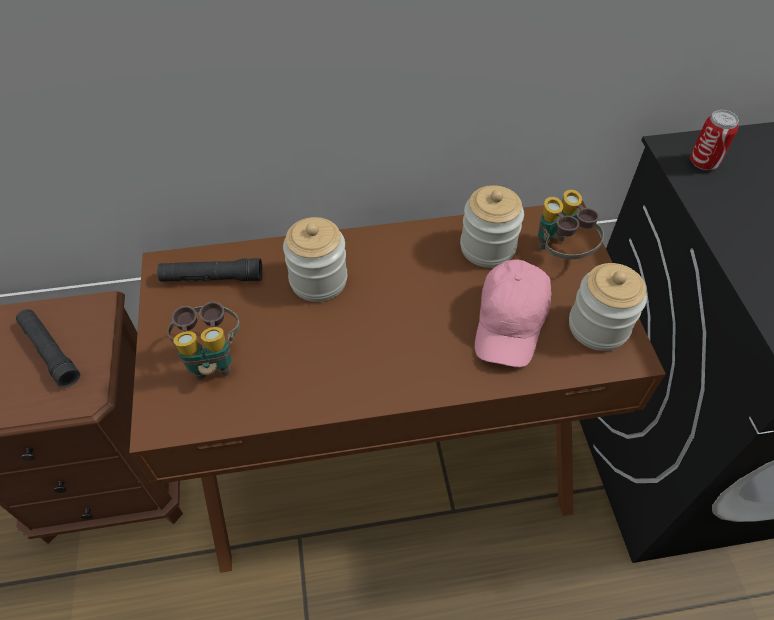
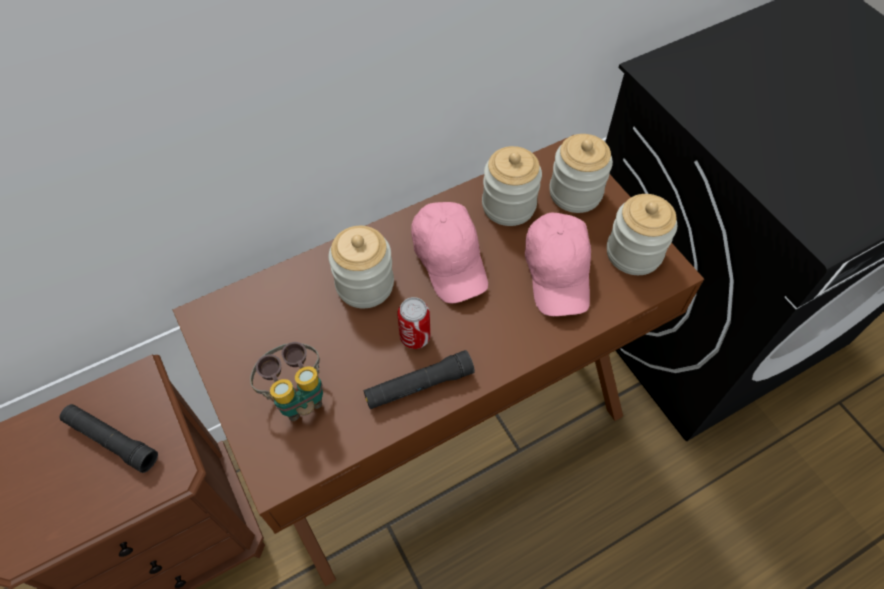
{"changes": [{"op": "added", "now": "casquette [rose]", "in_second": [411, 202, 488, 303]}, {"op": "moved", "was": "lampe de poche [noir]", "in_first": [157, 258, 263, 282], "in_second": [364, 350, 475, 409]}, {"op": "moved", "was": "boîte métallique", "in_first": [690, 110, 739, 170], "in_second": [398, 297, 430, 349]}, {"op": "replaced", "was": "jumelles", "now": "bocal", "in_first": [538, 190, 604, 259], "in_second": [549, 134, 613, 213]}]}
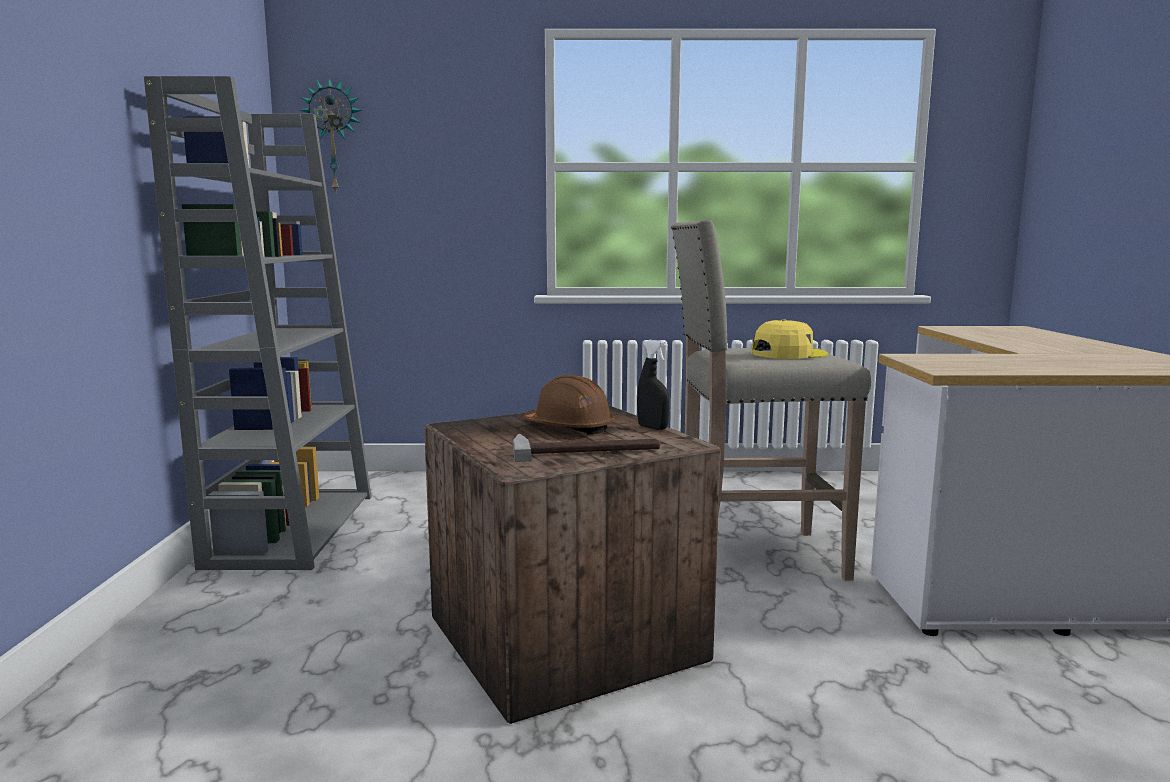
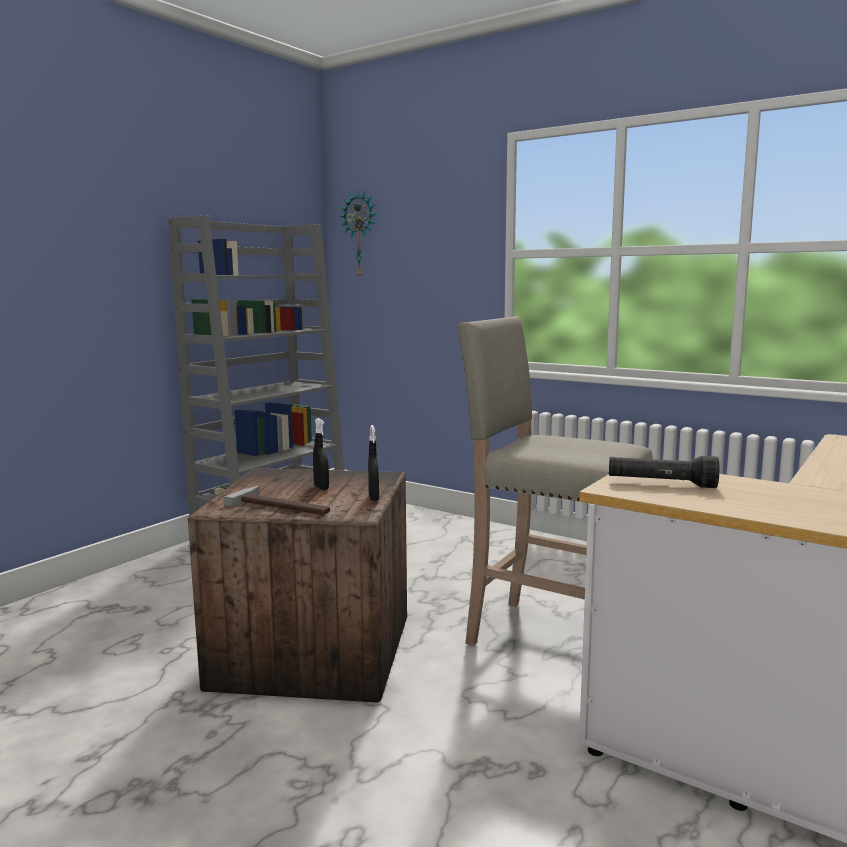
{"changes": [{"op": "removed", "was": "casquette [jaune]", "in_first": [751, 319, 828, 359]}, {"op": "added", "now": "lampe de poche [noir]", "in_second": [609, 456, 719, 488]}, {"op": "replaced", "was": "casque de chantier [marron]", "now": "vaporisateur [noir]", "in_first": [523, 375, 615, 435], "in_second": [313, 418, 329, 490]}]}
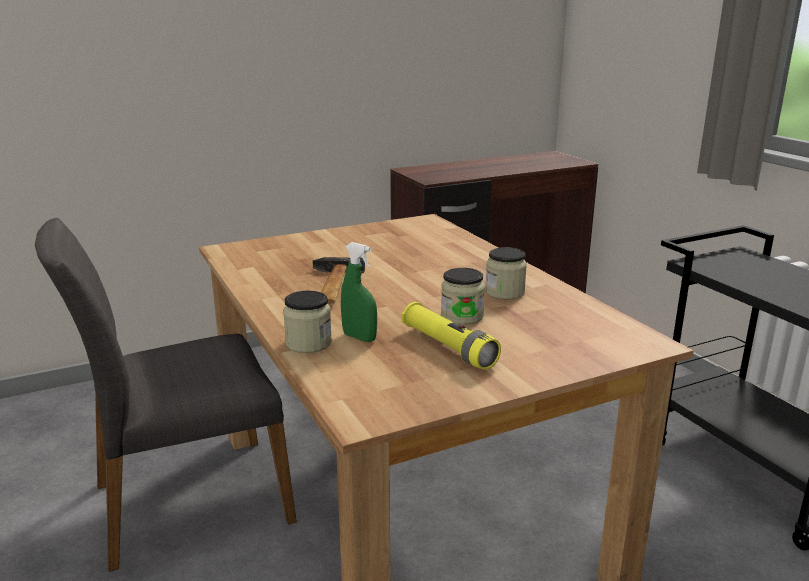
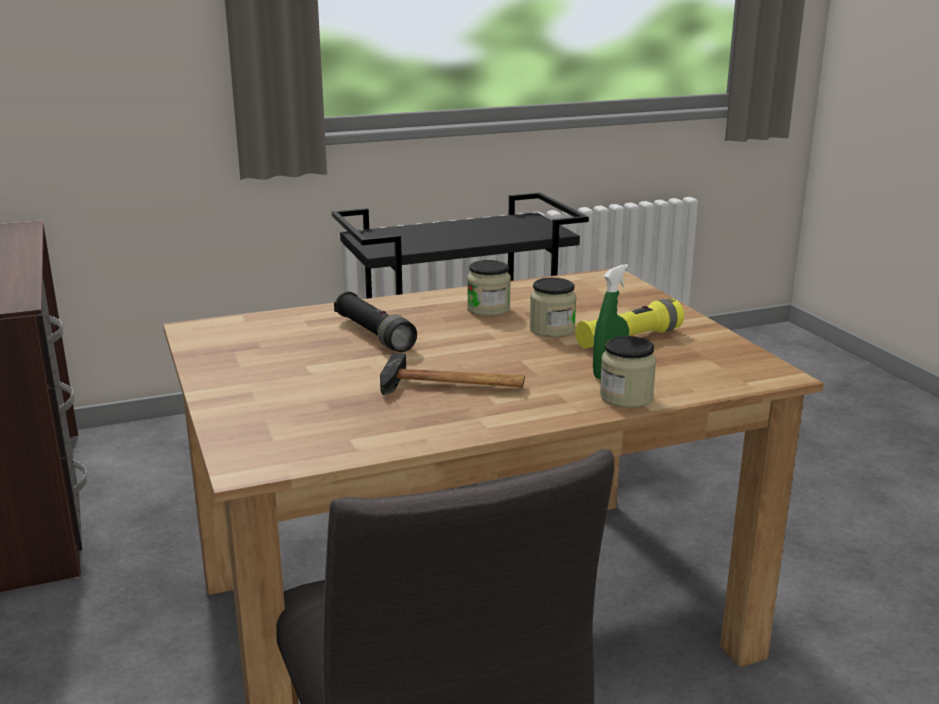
{"changes": [{"op": "added", "now": "lampe de poche [noir]", "in_second": [334, 291, 417, 352]}]}
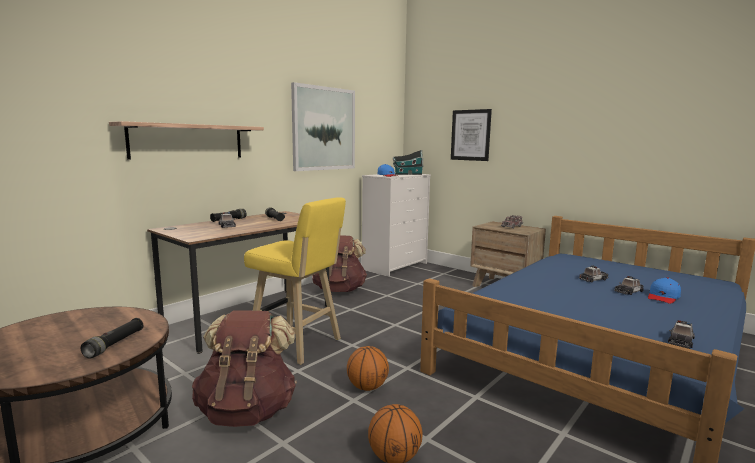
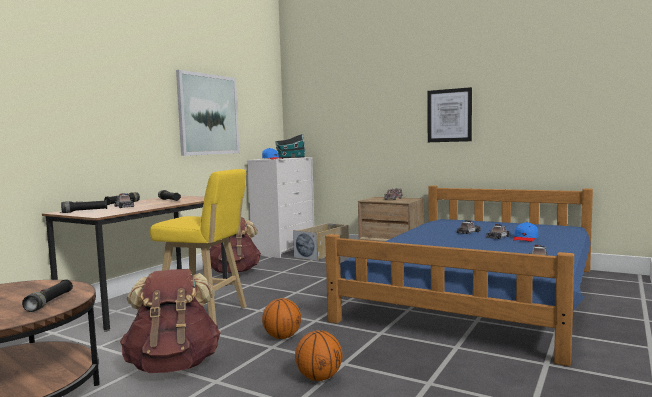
{"changes": [{"op": "removed", "was": "étagère", "in_first": [109, 121, 264, 160]}, {"op": "added", "now": "lampe de poche [noir]", "in_second": [61, 200, 107, 213]}, {"op": "added", "now": "boîte de rangement [beige]", "in_second": [293, 223, 349, 261]}, {"op": "moved", "was": "tableau", "in_first": [451, 109, 492, 161], "in_second": [427, 87, 472, 142]}]}
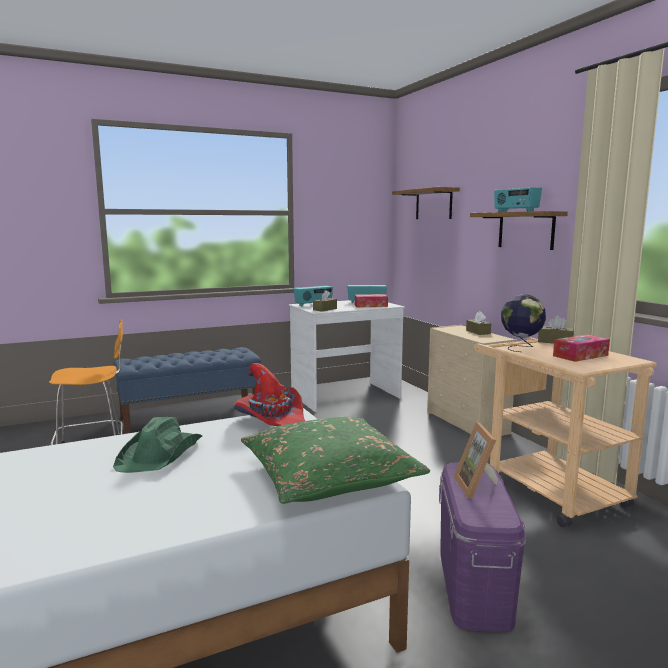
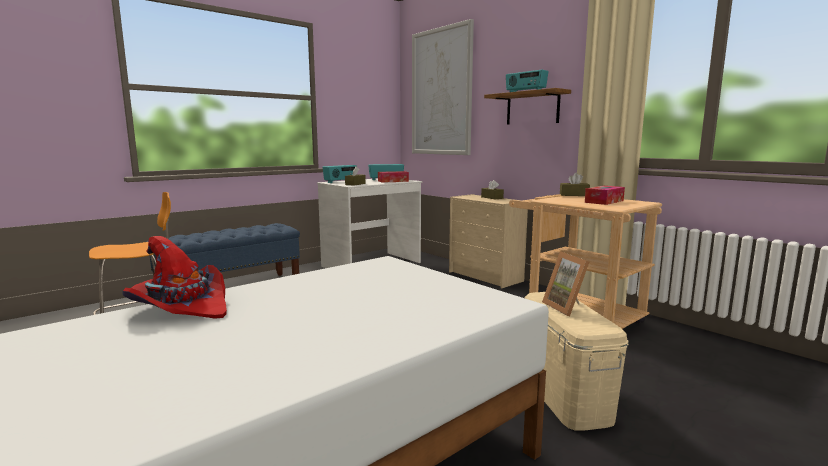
{"changes": [{"op": "removed", "was": "chapeau [vert]", "in_first": [113, 417, 202, 473]}, {"op": "removed", "was": "coussin [vert]", "in_first": [241, 417, 430, 504]}, {"op": "removed", "was": "globe", "in_first": [501, 294, 546, 352]}, {"op": "moved", "was": "chapeau [rouge]", "in_first": [233, 363, 305, 426], "in_second": [122, 236, 227, 319]}, {"op": "replaced", "was": "étagère", "now": "tableau", "in_first": [392, 187, 460, 219], "in_second": [412, 19, 474, 155]}, {"op": "recoloured", "was": "boîte de rangement [violet]", "now": "boîte de rangement [beige]", "in_first": [439, 462, 526, 632], "in_second": [525, 292, 629, 431]}]}
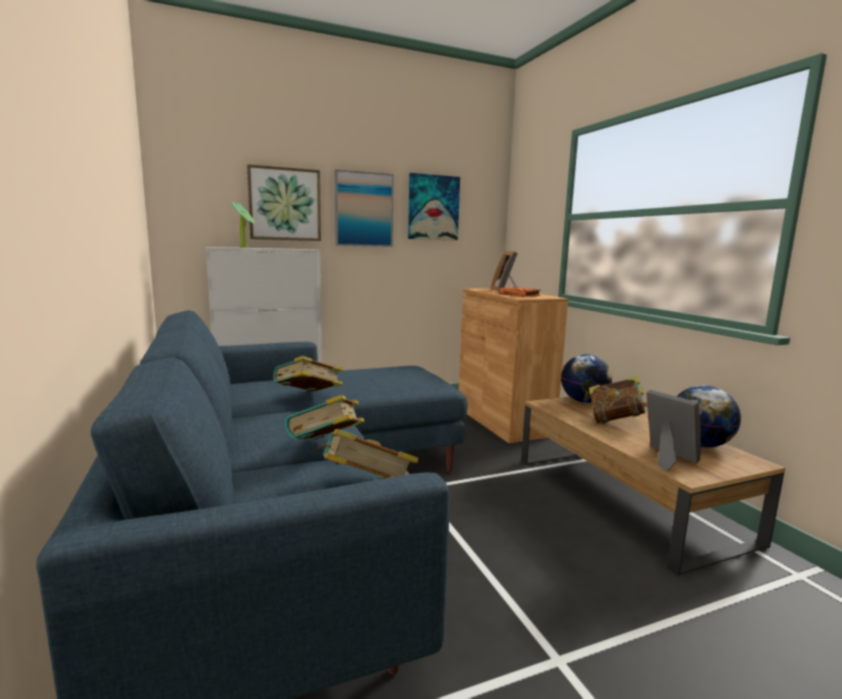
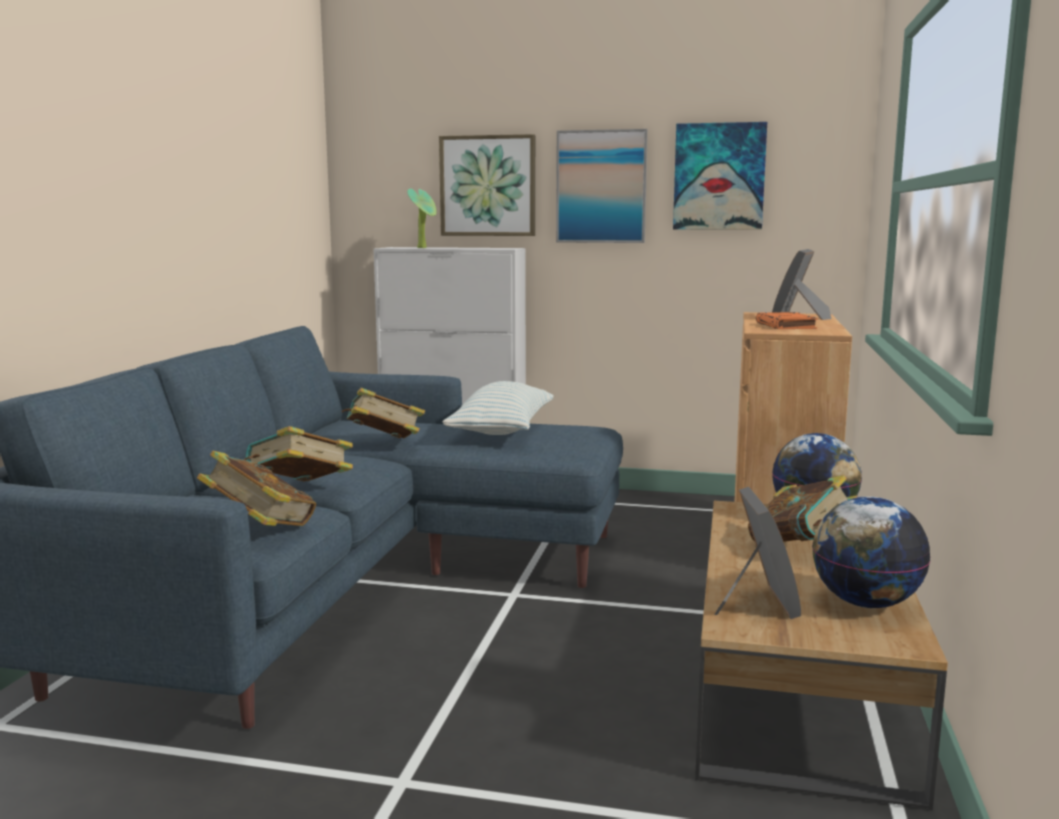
{"changes": [{"op": "added", "now": "coussin", "in_second": [443, 381, 554, 435]}]}
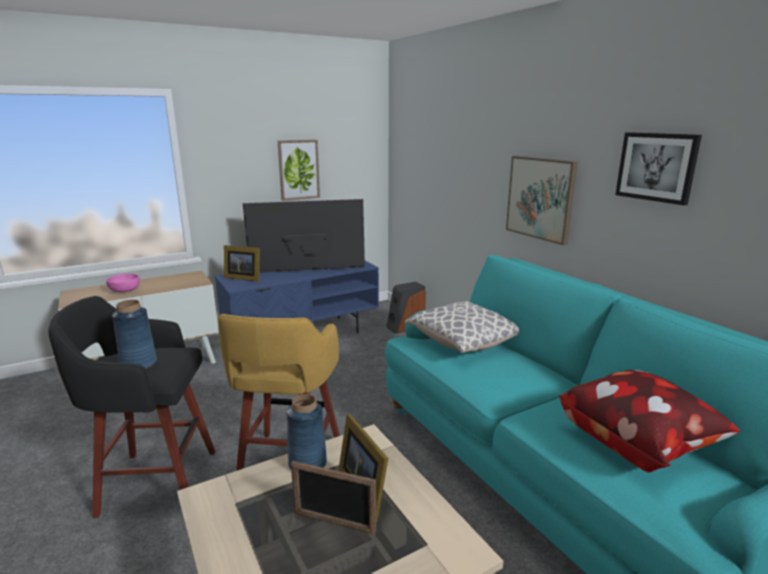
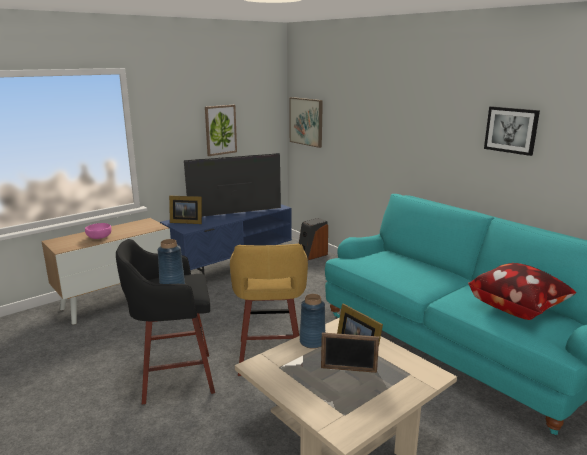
{"changes": [{"op": "removed", "was": "coussin", "in_first": [405, 301, 519, 353]}, {"op": "moved", "was": "tableau", "in_first": [506, 156, 578, 245], "in_second": [290, 97, 323, 148]}]}
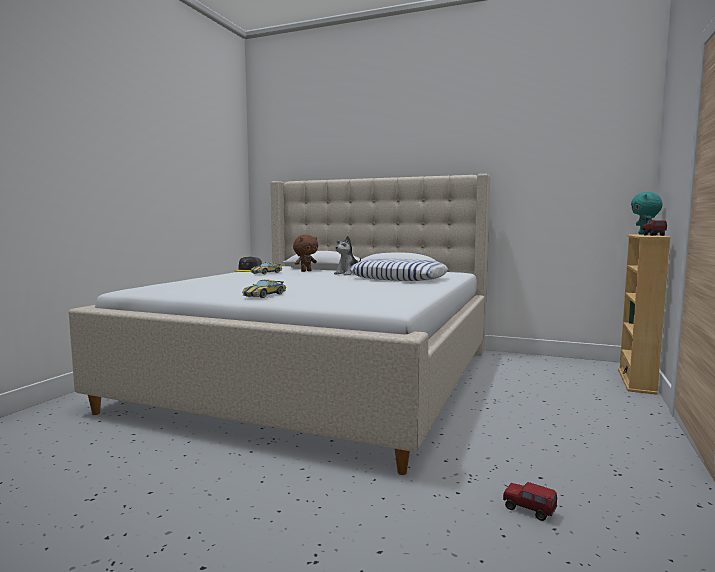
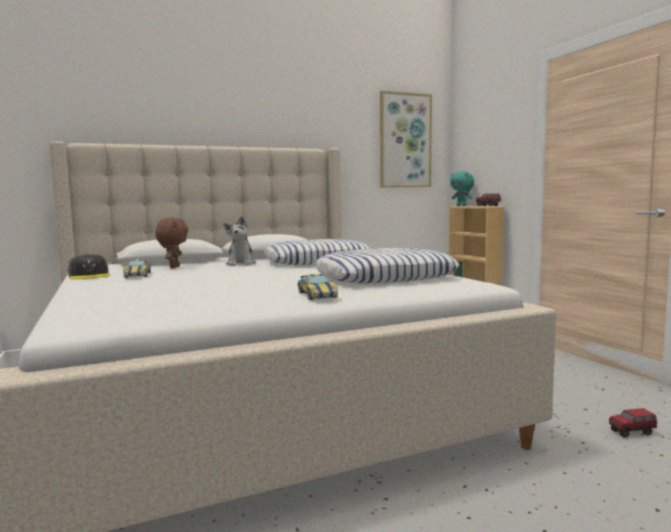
{"changes": [{"op": "added", "now": "coussin", "in_second": [315, 248, 459, 284]}, {"op": "added", "now": "tableau", "in_second": [380, 91, 432, 188]}]}
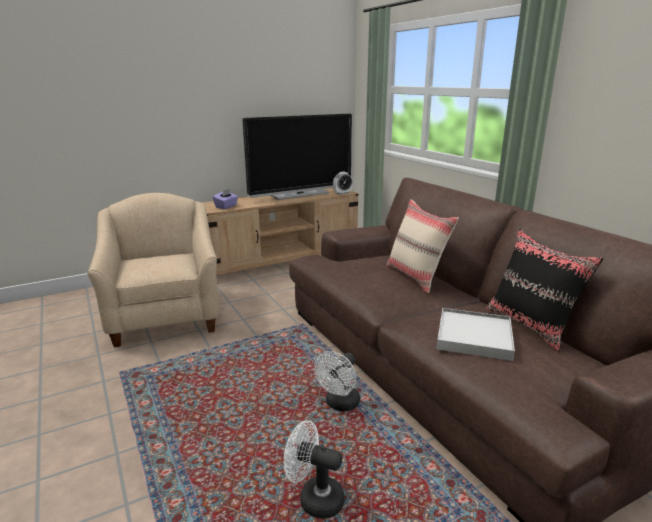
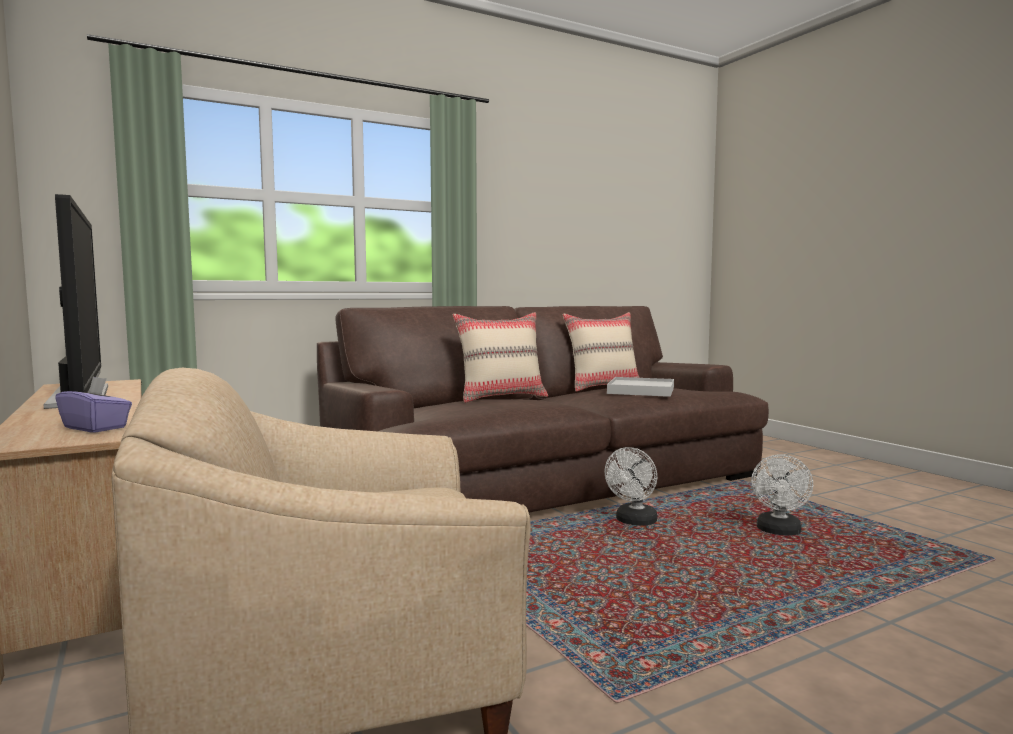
{"changes": [{"op": "removed", "was": "réveil", "in_first": [333, 172, 353, 195]}, {"op": "recoloured", "was": "coussin [noir]", "now": "coussin [beige]", "in_first": [486, 229, 603, 352], "in_second": [562, 312, 640, 392]}, {"op": "turned", "was": "ventilateur [blanc]", "in_first": [314, 351, 360, 411], "in_second": [605, 447, 657, 526], "clockwise": 90}]}
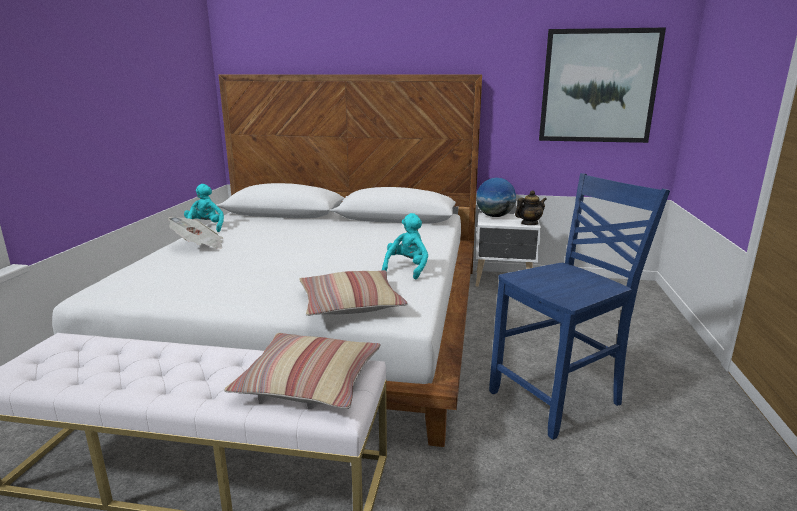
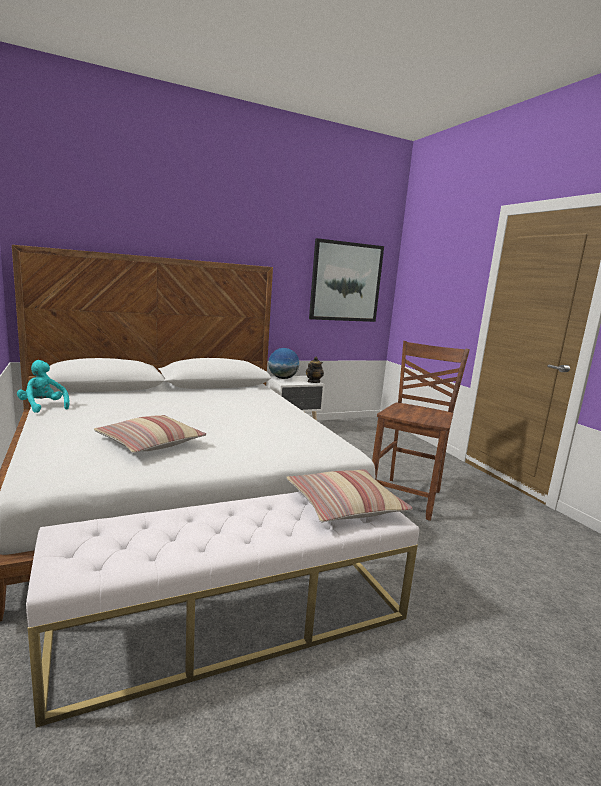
{"changes": [{"op": "removed", "was": "journal", "in_first": [168, 217, 223, 249]}, {"op": "removed", "was": "peluche [turquoise]", "in_first": [382, 213, 428, 279]}, {"op": "moved", "was": "coussin", "in_first": [299, 270, 408, 316], "in_second": [94, 415, 206, 453]}, {"op": "recoloured", "was": "chaise [bleu]", "now": "chaise [marron]", "in_first": [489, 173, 670, 440], "in_second": [372, 341, 470, 521]}]}
